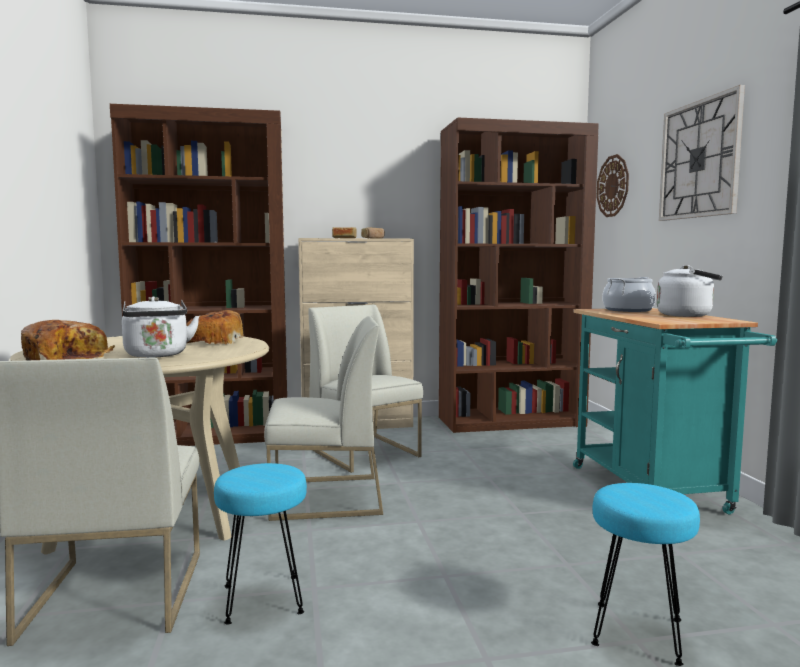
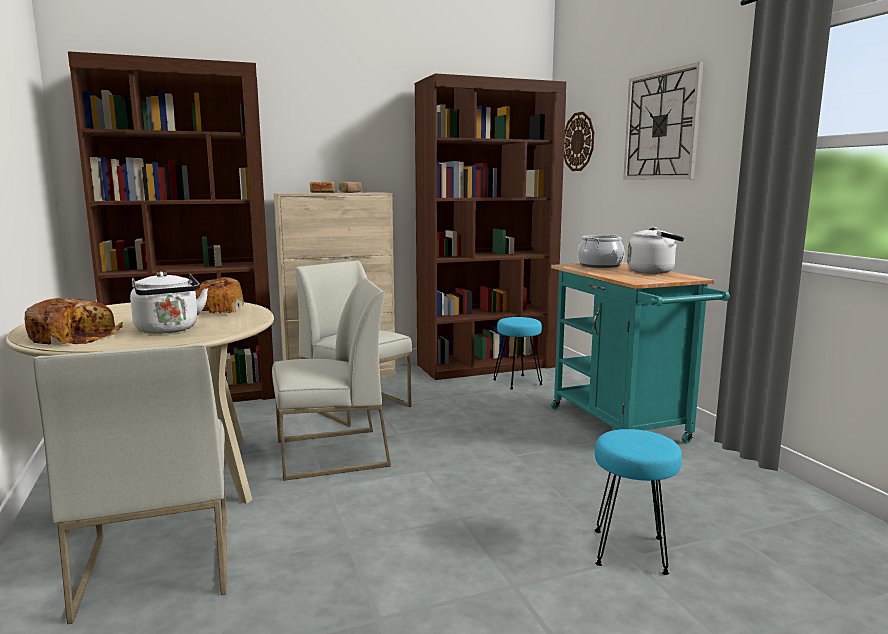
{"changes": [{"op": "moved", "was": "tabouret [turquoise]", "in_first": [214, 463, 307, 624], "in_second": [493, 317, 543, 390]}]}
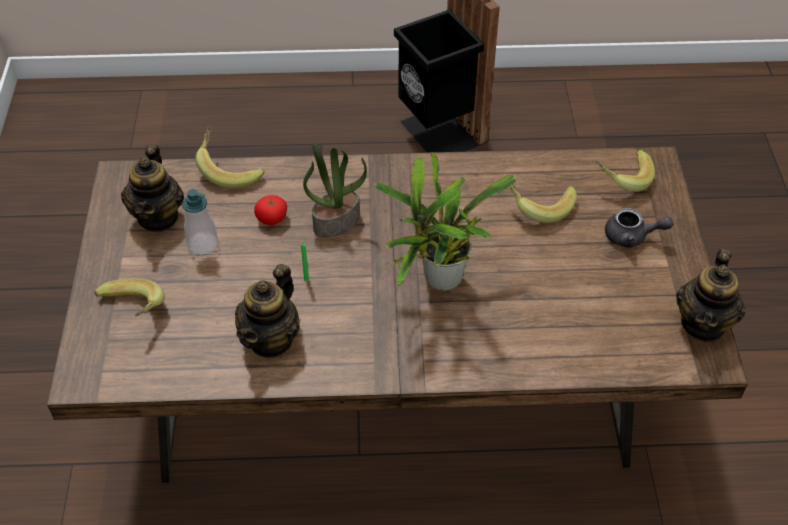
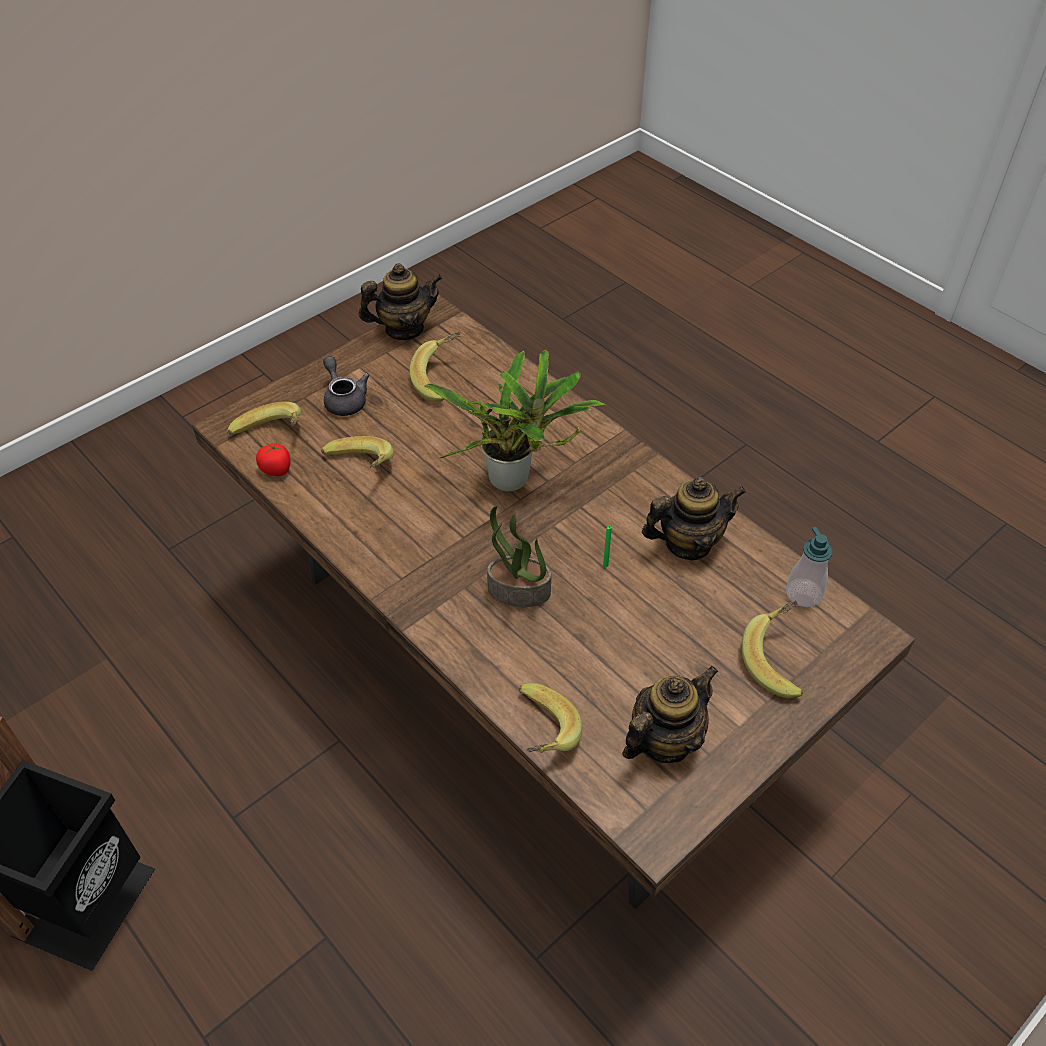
{"changes": [{"op": "added", "now": "banane", "in_second": [410, 332, 461, 402]}, {"op": "moved", "was": "distributeur de savon", "in_first": [182, 189, 218, 255], "in_second": [786, 527, 833, 607]}, {"op": "moved", "was": "tomate", "in_first": [254, 195, 287, 225], "in_second": [256, 442, 291, 476]}]}
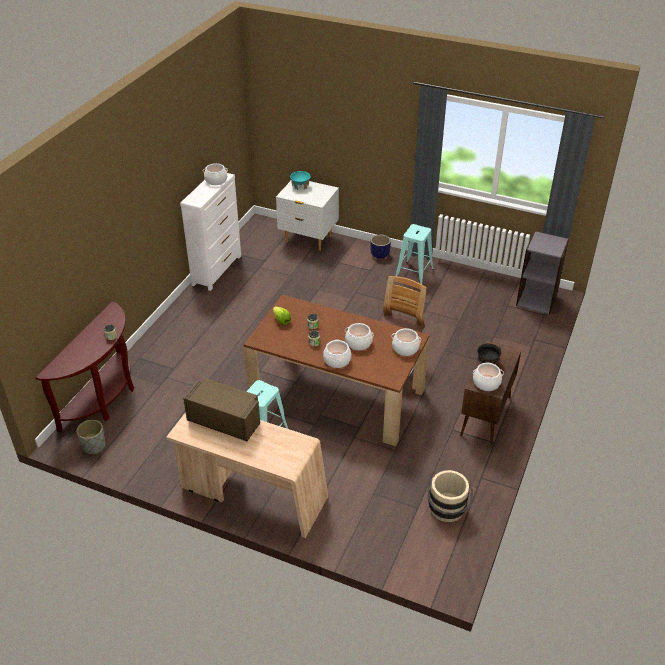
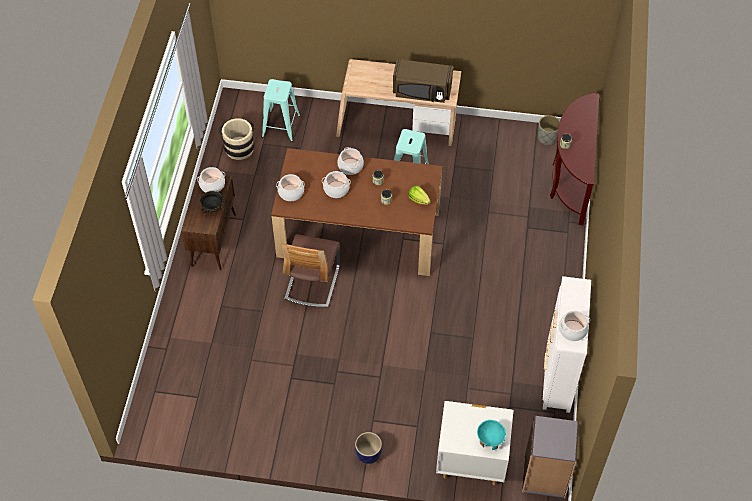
{"changes": [{"op": "moved", "was": "tabouret [turquoise]", "in_first": [396, 224, 433, 284], "in_second": [262, 79, 300, 142]}, {"op": "moved", "was": "bibliothèque [gris]", "in_first": [516, 231, 569, 314], "in_second": [522, 415, 579, 498]}]}
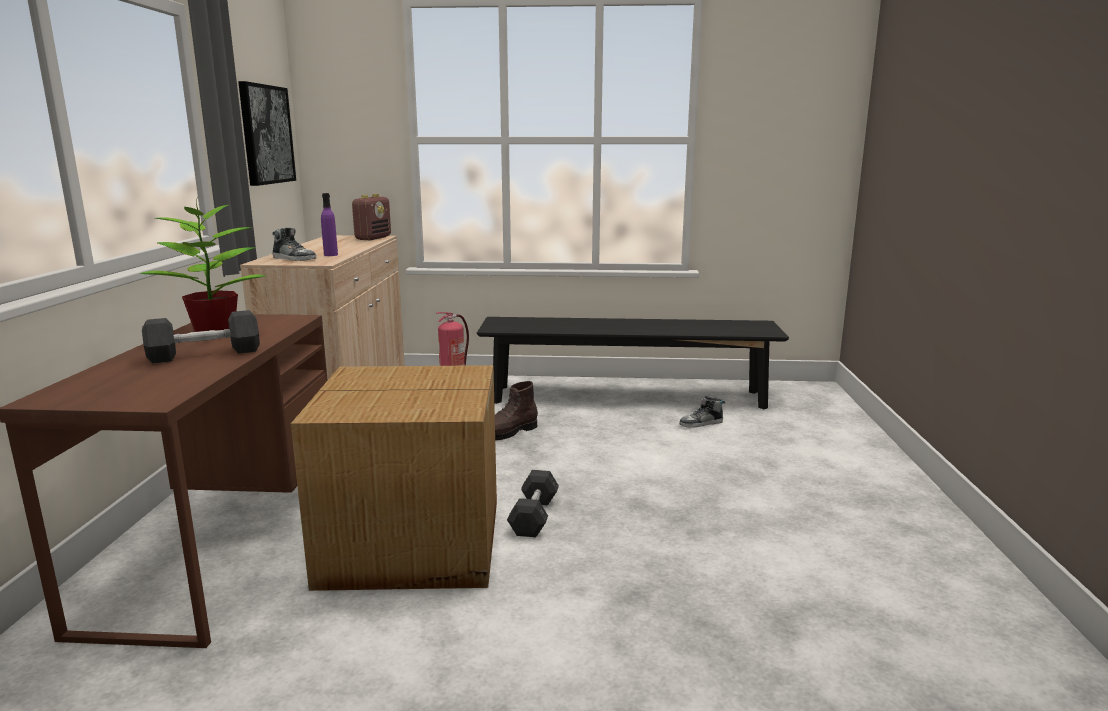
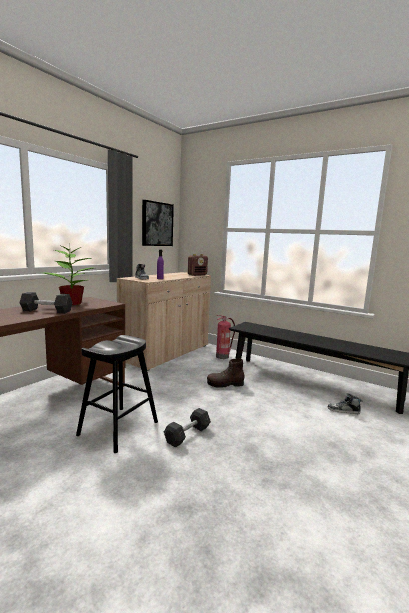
{"changes": [{"op": "replaced", "was": "carton", "now": "tabouret [noir]", "in_first": [291, 365, 497, 591], "in_second": [76, 335, 158, 453]}]}
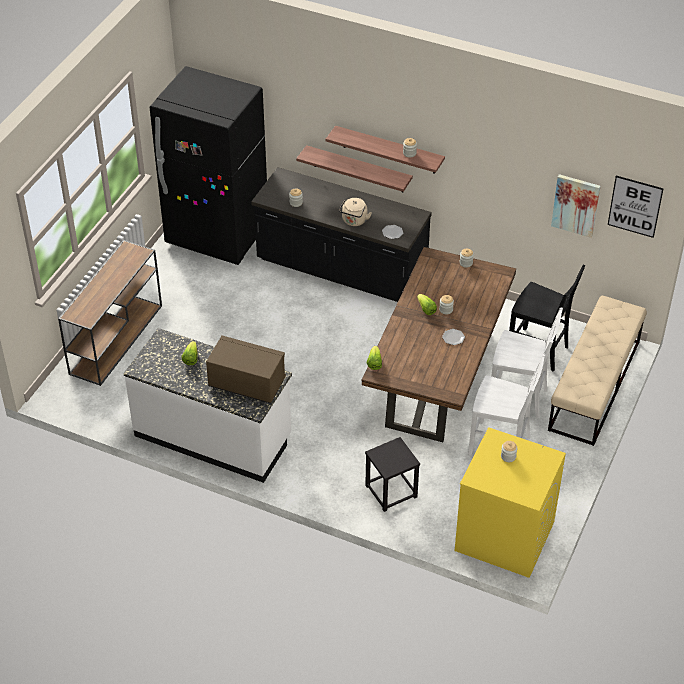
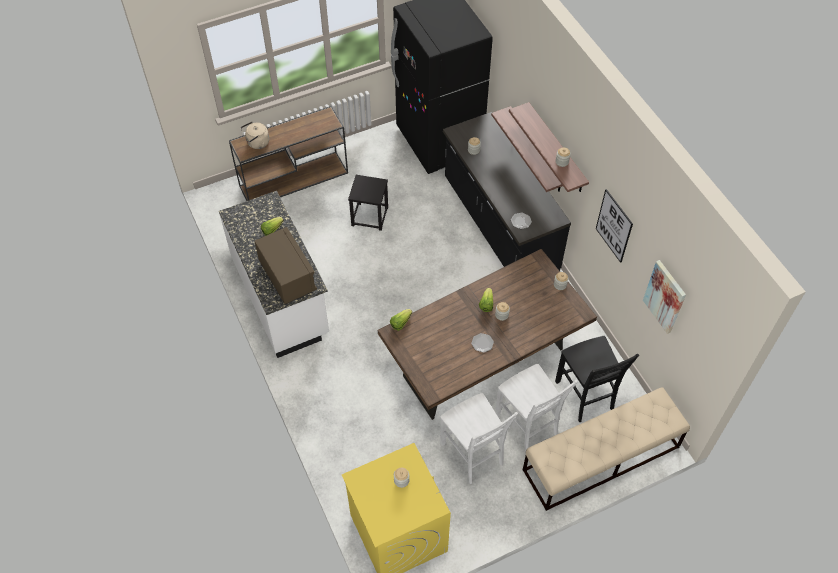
{"changes": [{"op": "moved", "was": "bouilloire [beige]", "in_first": [339, 198, 372, 226], "in_second": [241, 122, 269, 149]}, {"op": "moved", "was": "tabouret [noir]", "in_first": [365, 437, 420, 512], "in_second": [348, 175, 388, 231]}, {"op": "moved", "was": "tableau", "in_first": [608, 176, 664, 238], "in_second": [596, 189, 633, 263]}]}
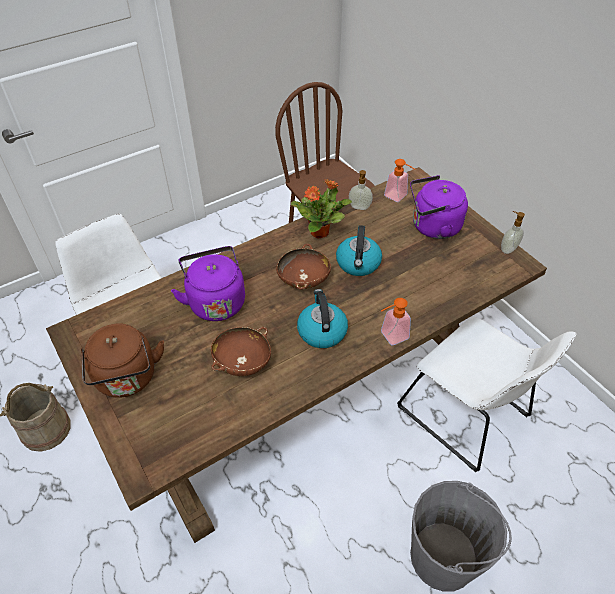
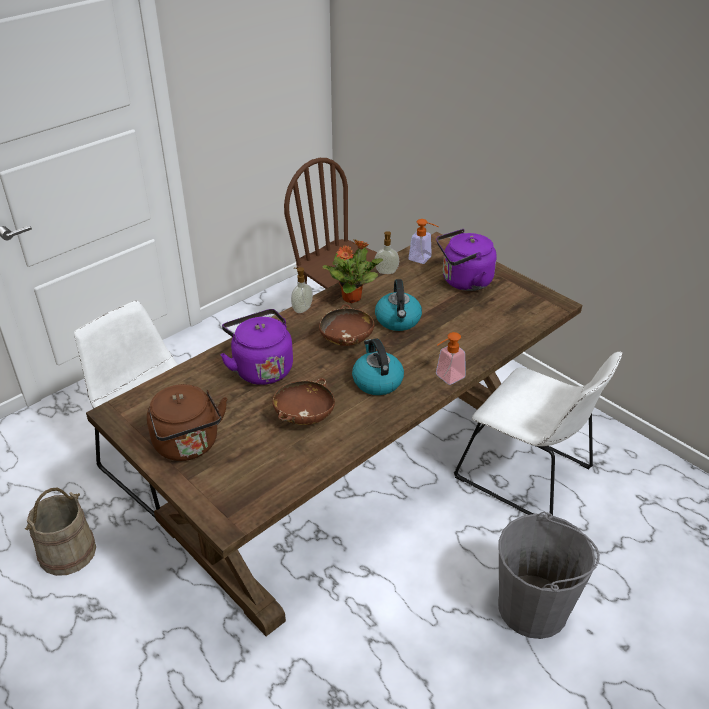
{"changes": [{"op": "moved", "was": "distributeur de savon", "in_first": [501, 211, 525, 254], "in_second": [291, 267, 313, 313]}]}
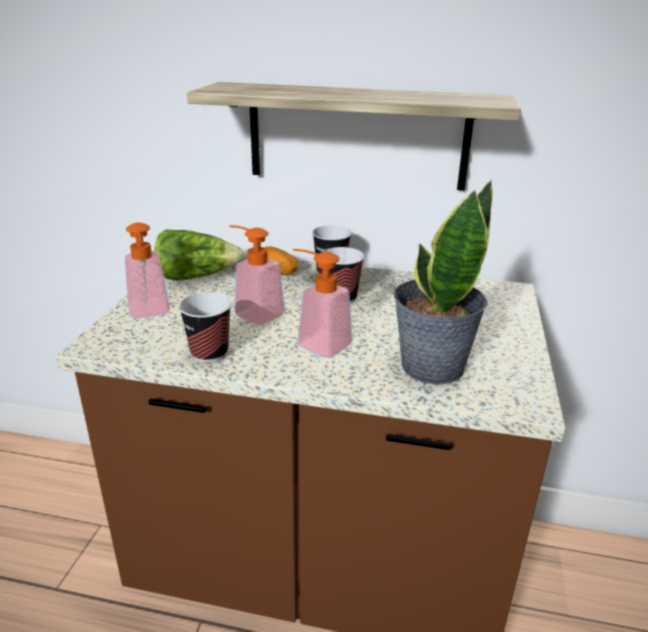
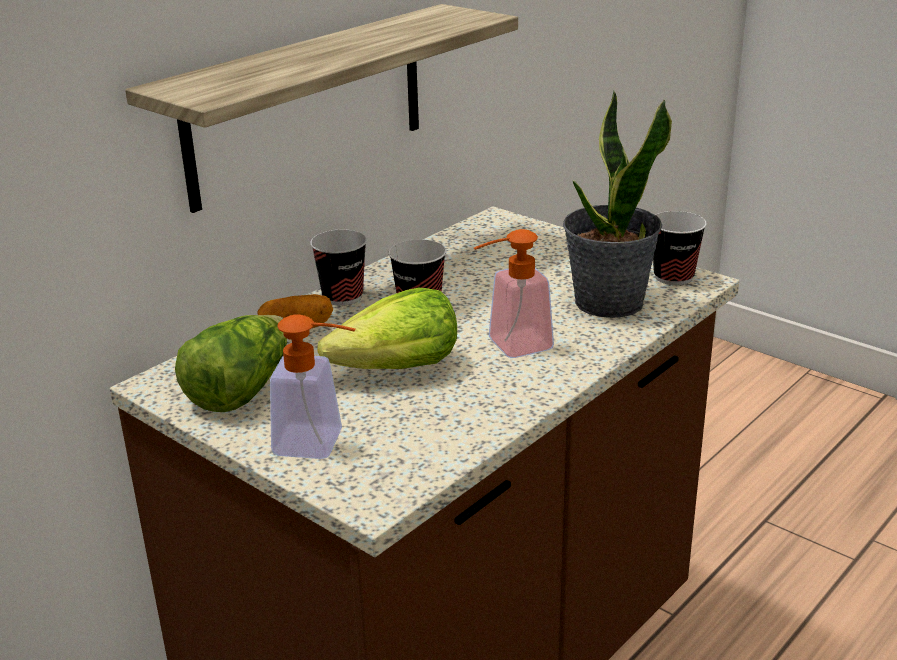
{"changes": [{"op": "moved", "was": "tasse", "in_first": [179, 293, 232, 363], "in_second": [653, 211, 707, 285]}, {"op": "replaced", "was": "distributeur de savon", "now": "laitue", "in_first": [229, 225, 285, 325], "in_second": [317, 288, 457, 369]}]}
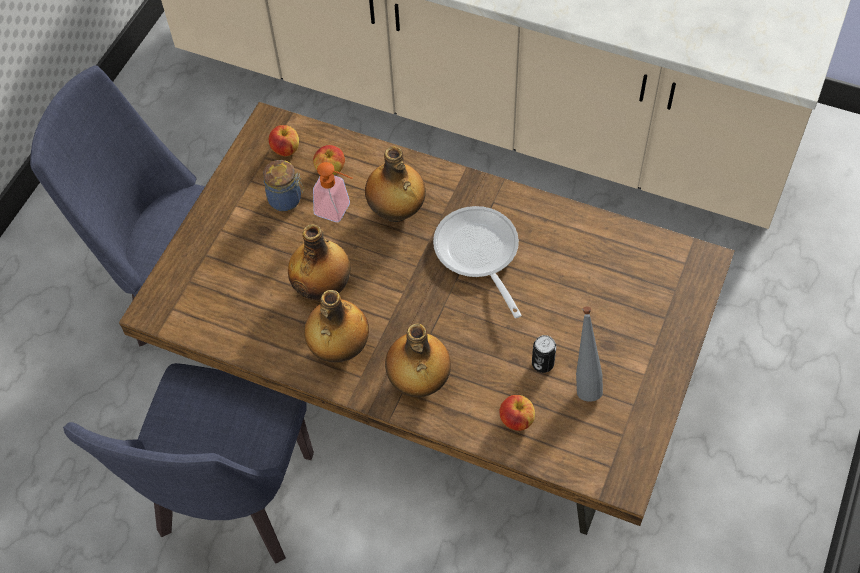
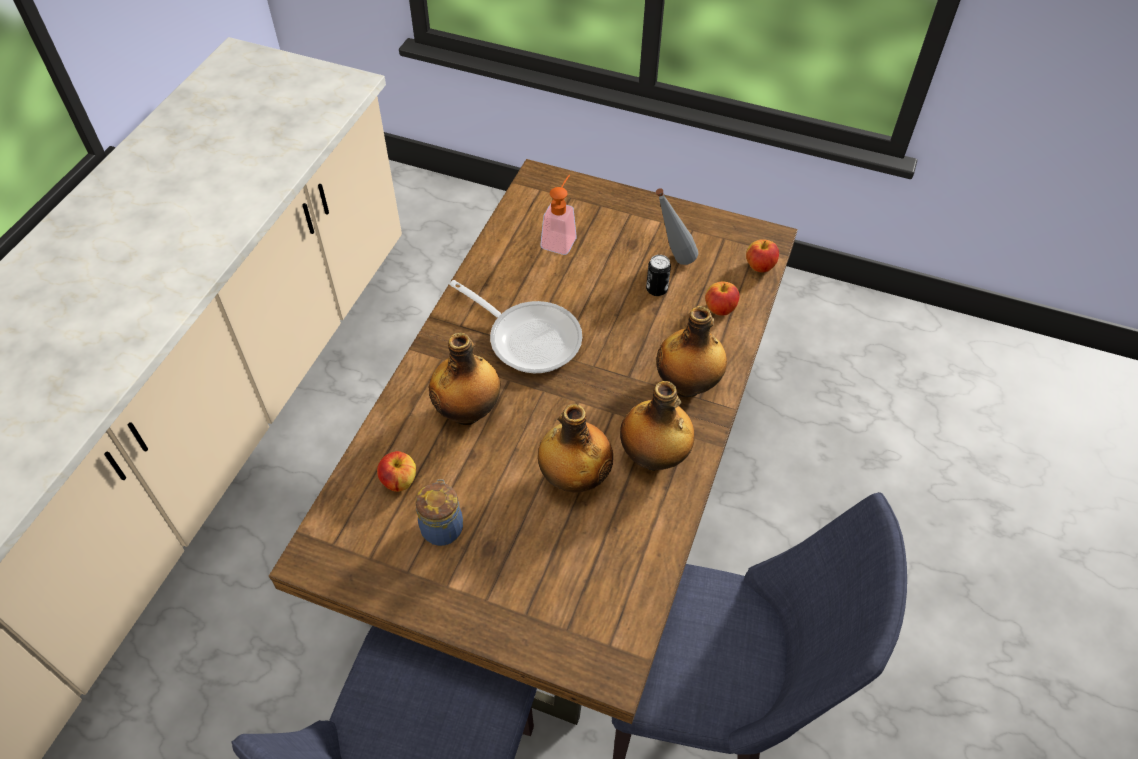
{"changes": [{"op": "moved", "was": "pomme", "in_first": [269, 125, 299, 156], "in_second": [746, 239, 779, 272]}, {"op": "moved", "was": "distributeur de savon", "in_first": [313, 162, 352, 222], "in_second": [541, 175, 577, 255]}, {"op": "turned", "was": "poêle", "in_first": [433, 206, 522, 318], "in_second": [449, 280, 582, 373], "clockwise": -120}]}
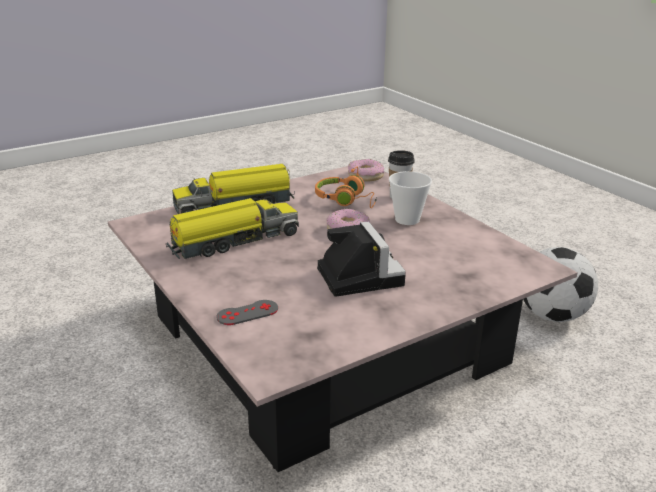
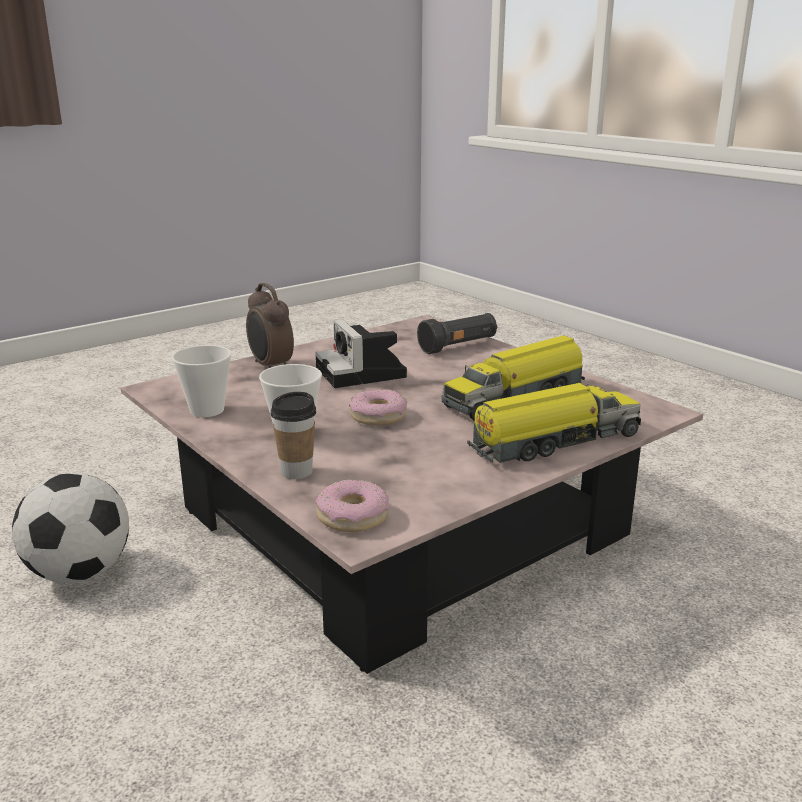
{"changes": [{"op": "removed", "was": "casque audio [orange]", "in_first": [315, 166, 377, 208]}, {"op": "added", "now": "tasse", "in_second": [172, 345, 231, 417]}, {"op": "added", "now": "réveil", "in_second": [246, 283, 294, 368]}, {"op": "replaced", "was": "manette [gris]", "now": "lampe de poche [noir]", "in_first": [216, 300, 278, 325], "in_second": [417, 313, 497, 354]}]}
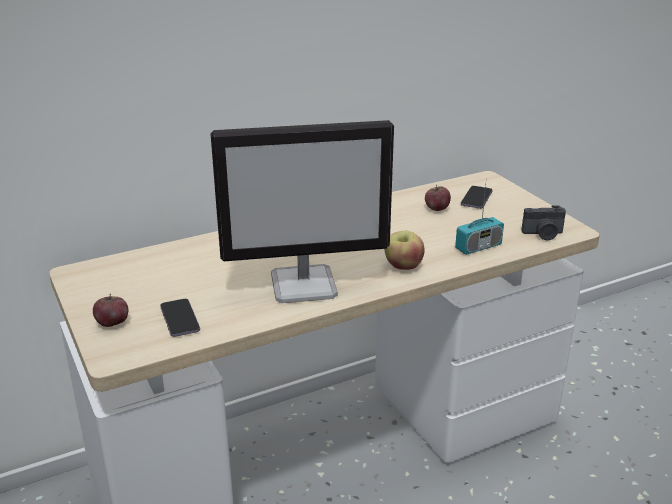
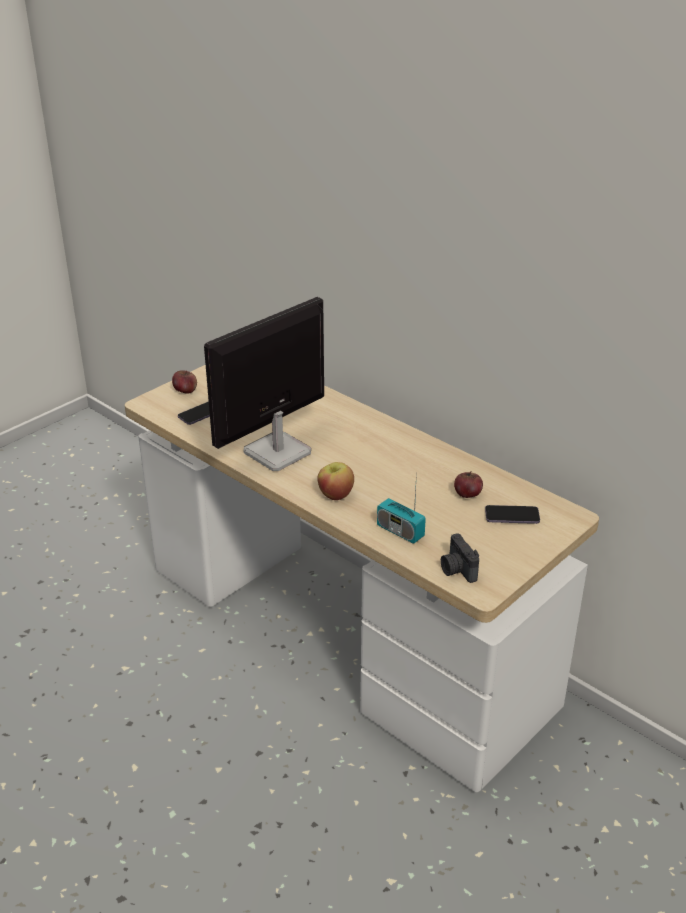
{"changes": [{"op": "turned", "was": "écran d'ordinateur", "in_first": [211, 120, 394, 303], "in_second": [204, 297, 324, 471], "clockwise": 75}]}
